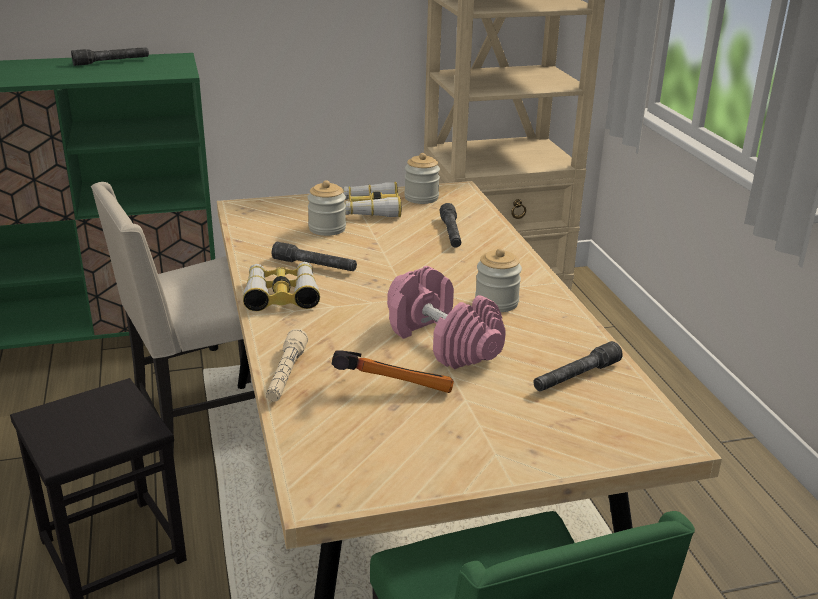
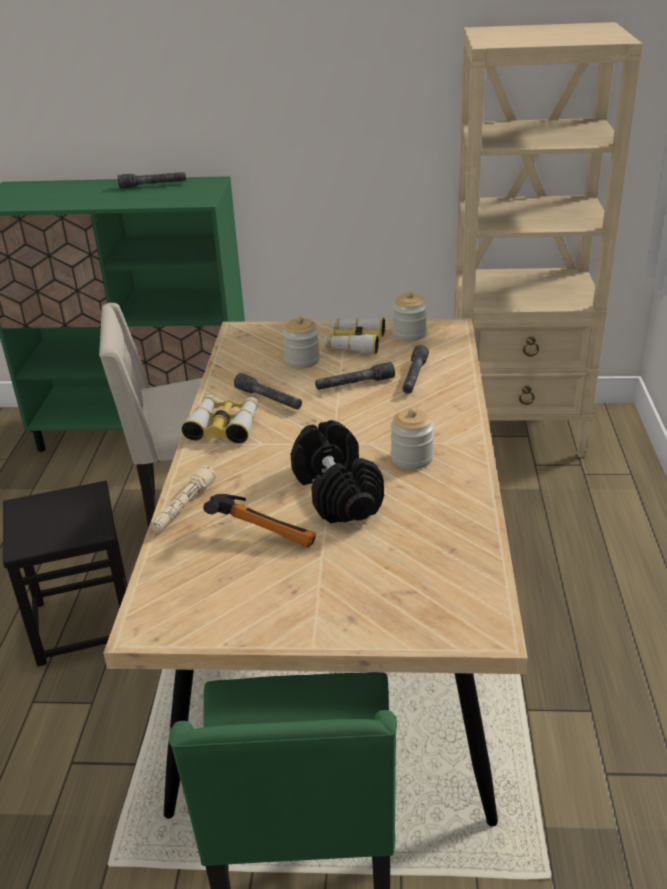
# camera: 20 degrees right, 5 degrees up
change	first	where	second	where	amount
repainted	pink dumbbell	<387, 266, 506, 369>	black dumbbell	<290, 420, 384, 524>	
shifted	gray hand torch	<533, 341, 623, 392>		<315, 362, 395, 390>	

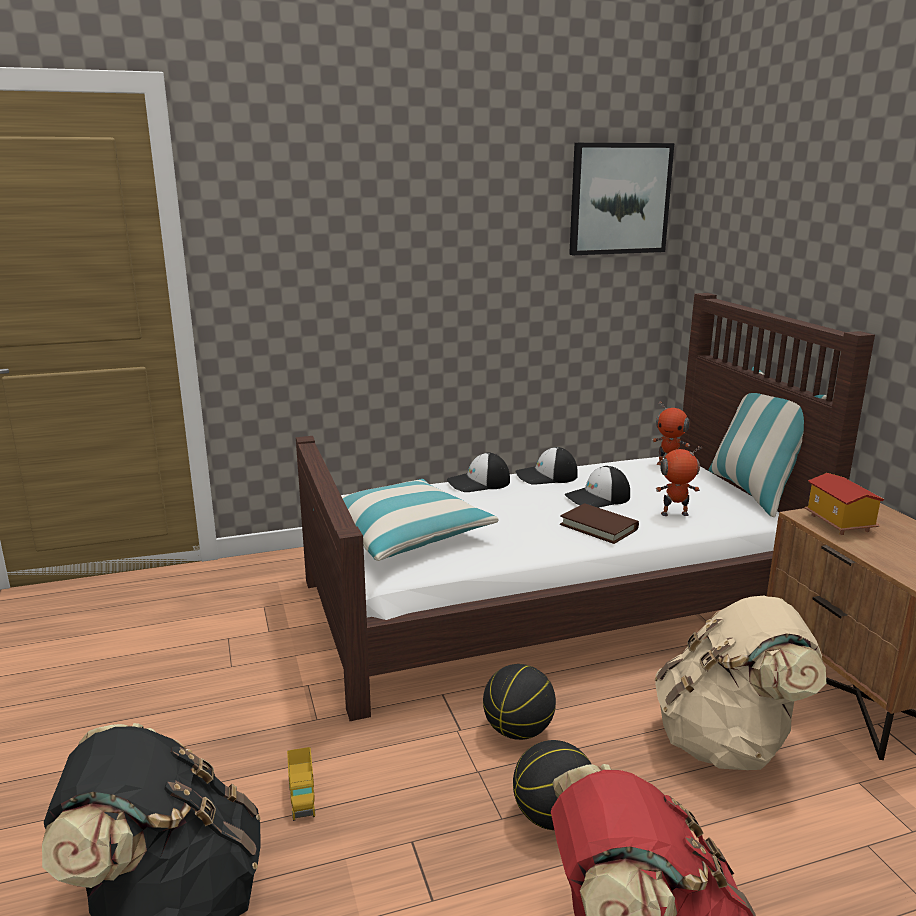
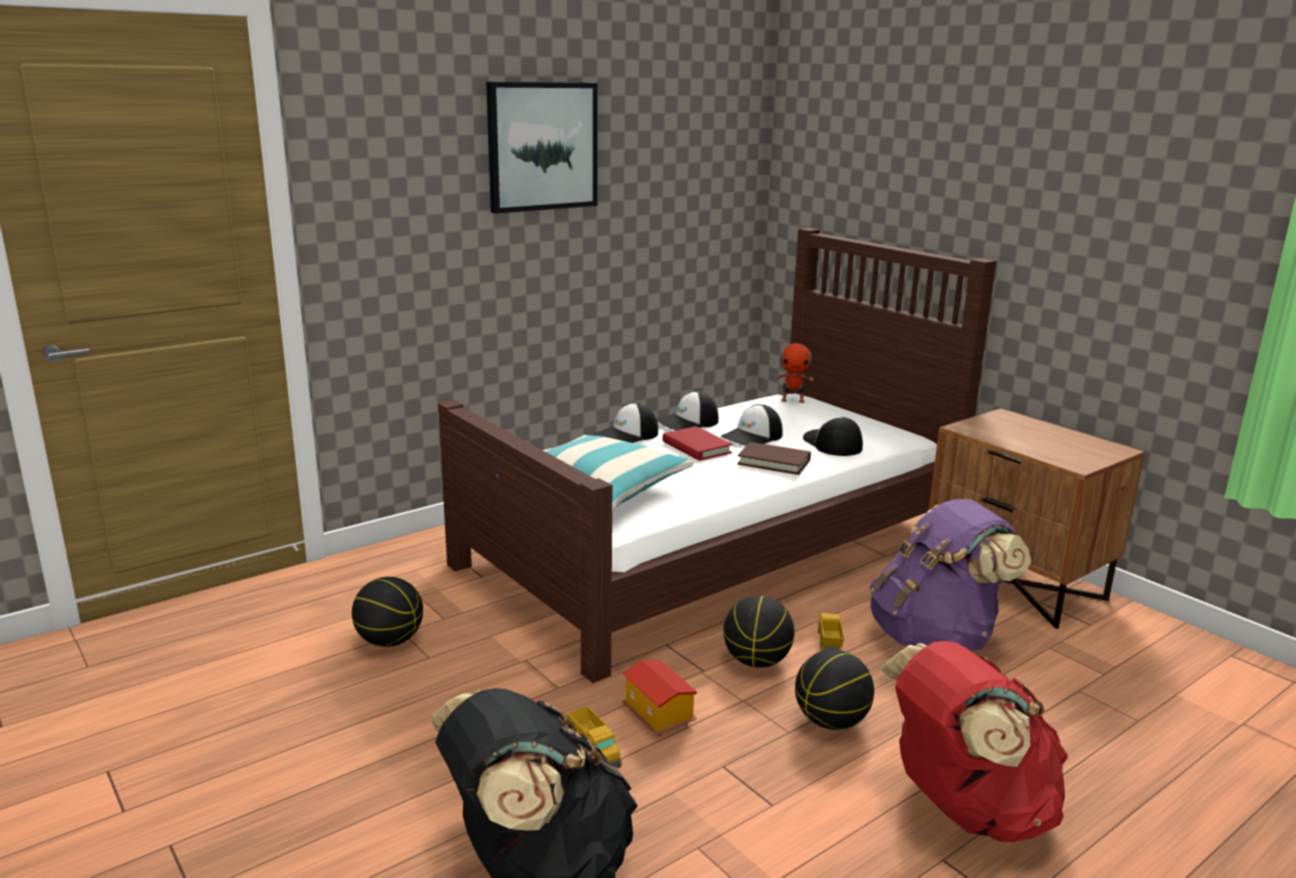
# camera: 20 degrees left, 0 degrees up
change	first	where	second	where	amount
new			basketball	<352, 577, 423, 647>	
shifted	picture	<569, 143, 674, 255>		<486, 82, 598, 214>	
shifted	model house	<805, 473, 884, 535>		<622, 660, 697, 737>	
new			red-coloured book	<662, 426, 733, 461>	
swapped	robot figure	<656, 446, 702, 516>	cap	<803, 417, 863, 456>	
new			model truck	<818, 613, 844, 651>	
repainted	beige backpack	<655, 596, 826, 770>	purple backpack	<869, 499, 1031, 651>	
gone	cushion	<708, 367, 827, 517>			

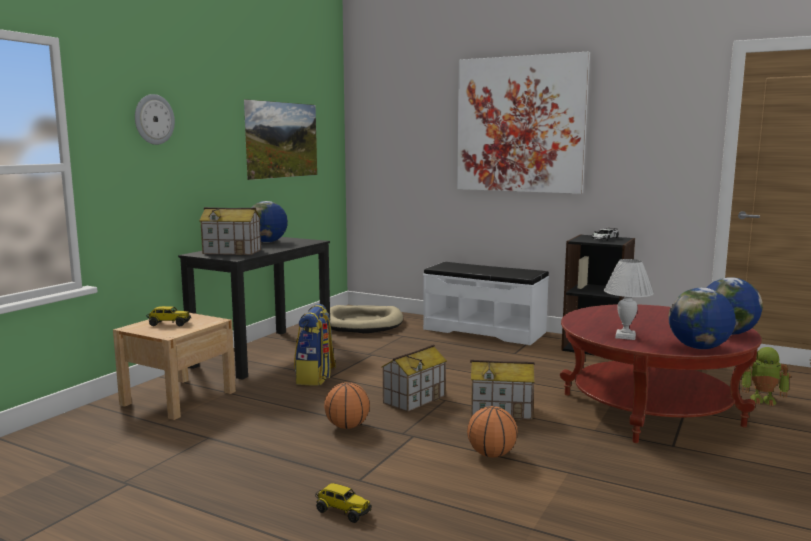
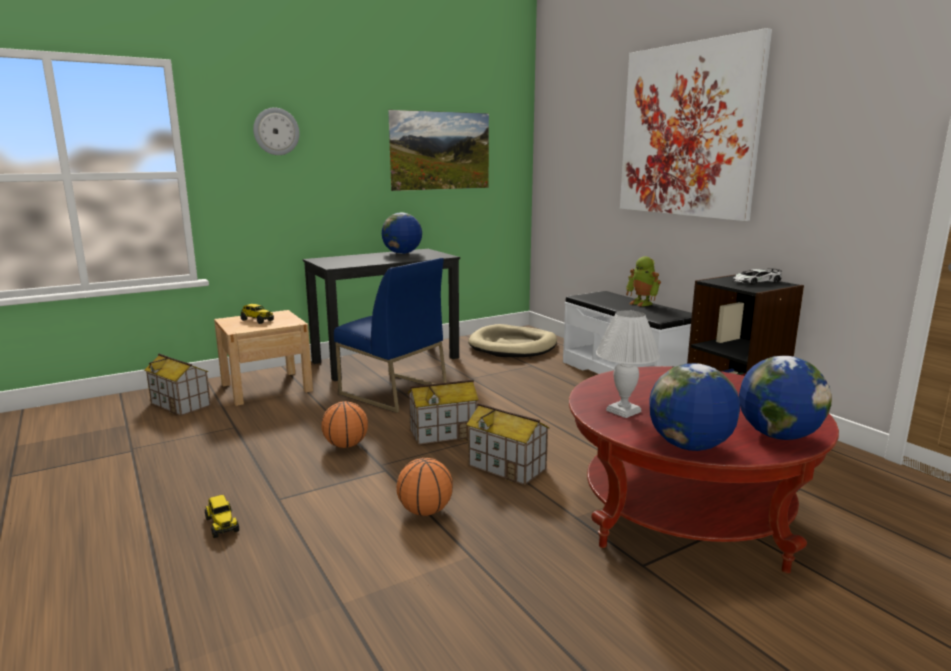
# camera: 30 degrees right, 5 degrees up
change	first	where	second	where	amount
shifted	model house	<199, 207, 261, 255>		<144, 354, 211, 416>	
swapped	backpack	<294, 304, 336, 386>	bluish plain chair	<334, 258, 447, 413>	
shifted	robot figure	<742, 347, 791, 406>		<626, 256, 661, 306>	

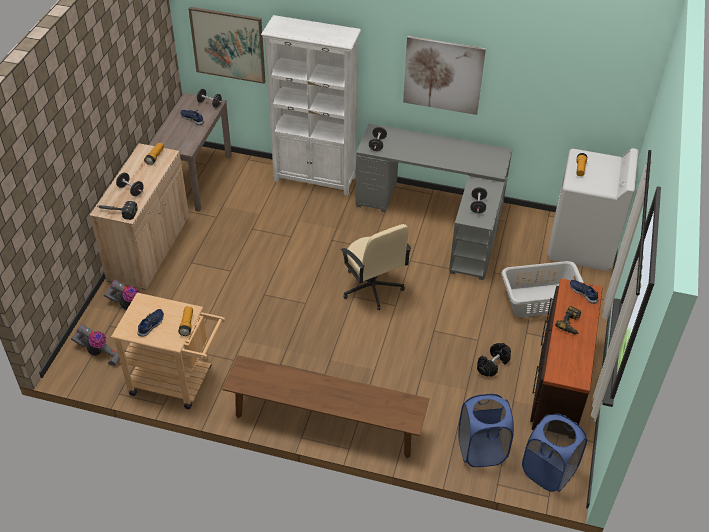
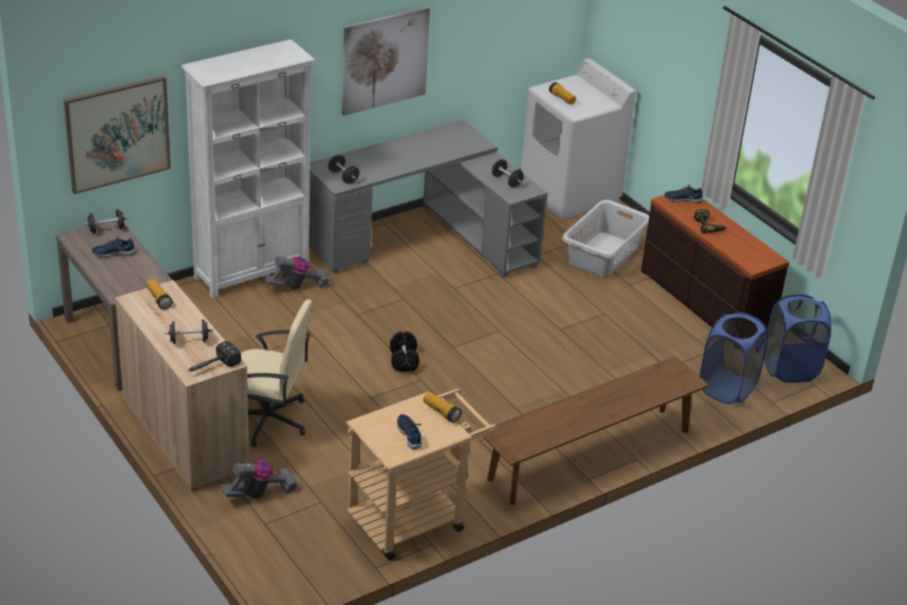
# camera: 50 degrees left, 10 degrees down
change	first	where	second	where	amount
shifted	beige desk chair	<341, 224, 411, 310>		<241, 299, 312, 447>	
shifted	vacuum cleaner	<71, 324, 126, 366>		<264, 256, 330, 290>	
shifted	black dumbbell	<477, 343, 511, 377>		<390, 331, 419, 372>	

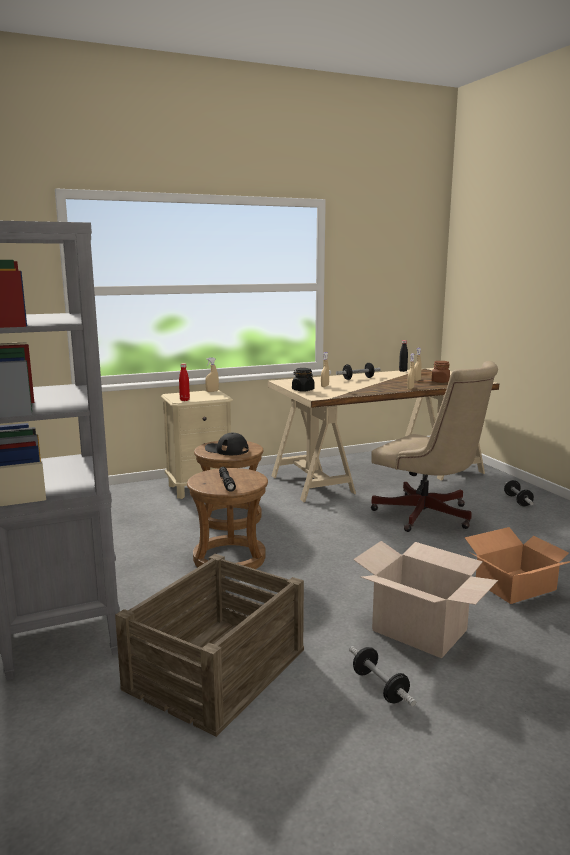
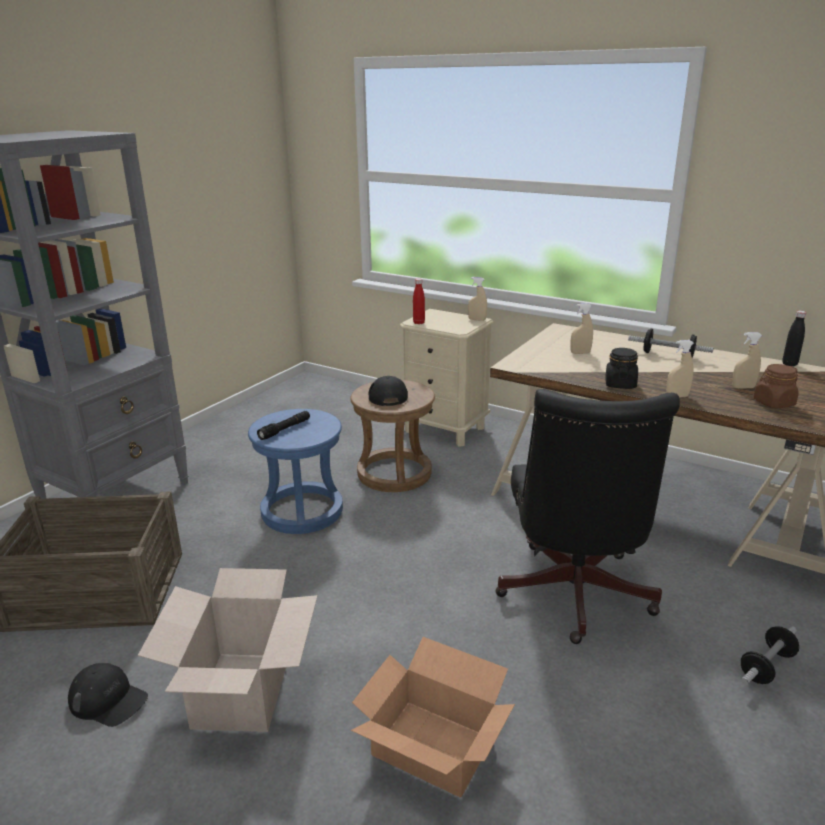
# camera: 55 degrees right, 10 degrees up
change	first	where	second	where	amount
swapped	dumbbell	<349, 646, 416, 706>	black cap	<68, 663, 148, 727>	
repainted	brown-coloured stool seat	<187, 468, 268, 569>	bluish stool seat	<248, 409, 343, 534>	
repainted	beige desk chair	<371, 361, 498, 532>	black desk chair	<495, 389, 680, 644>	
shifted	black storage jar	<292, 368, 315, 391>		<605, 348, 638, 389>	

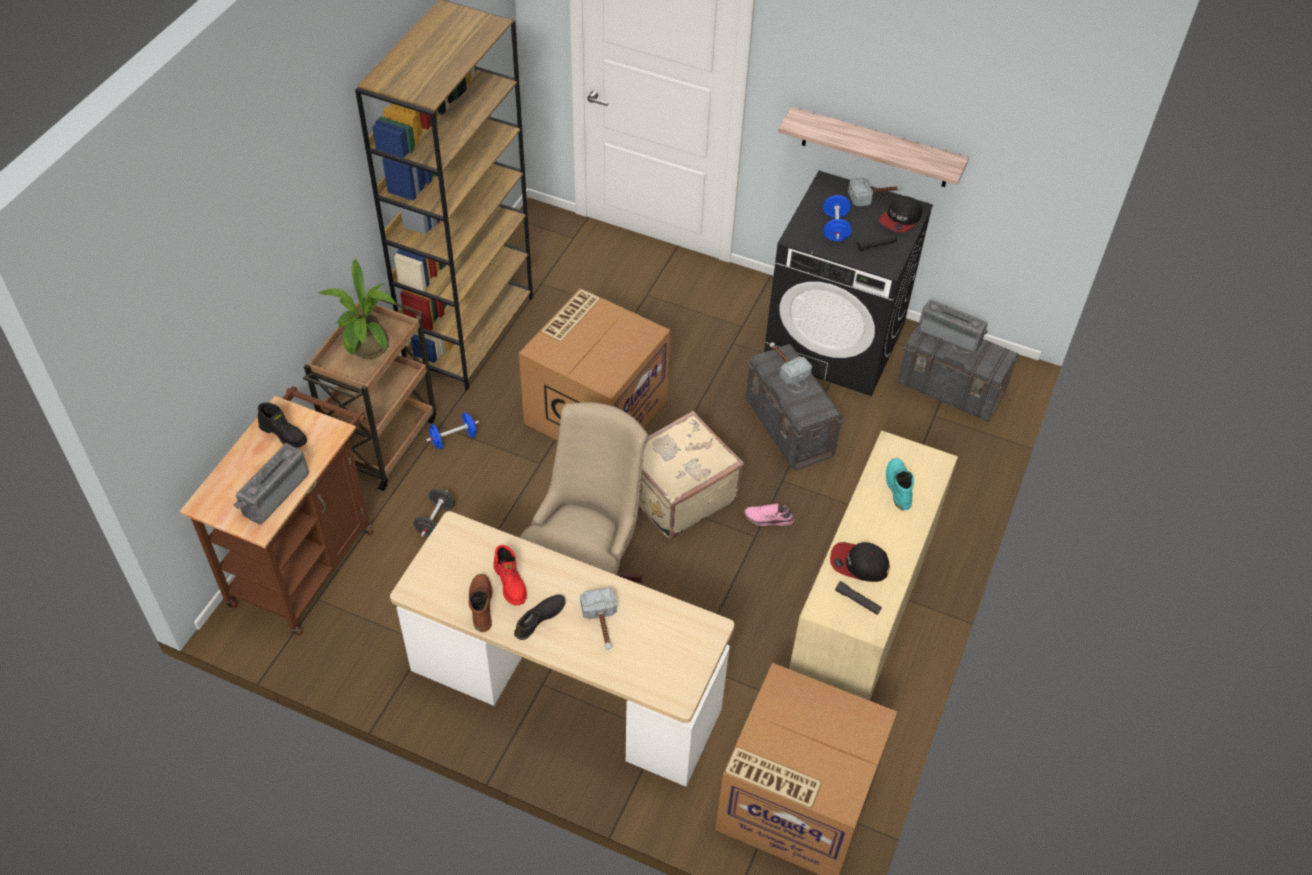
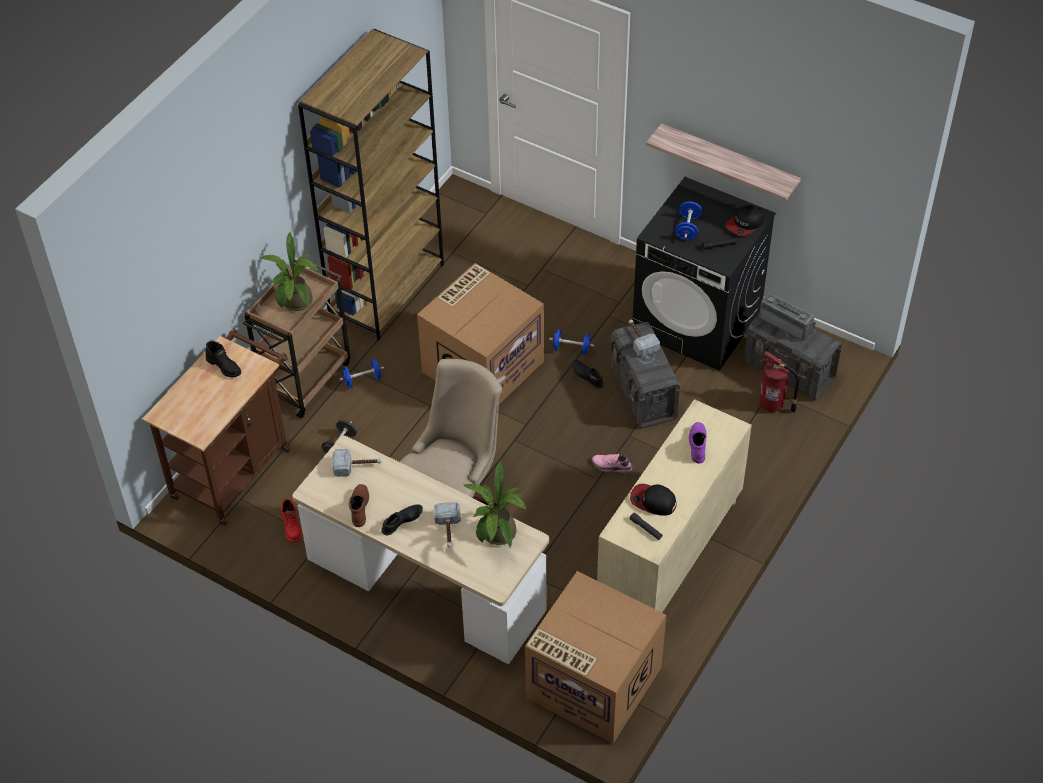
# camera: 10 degrees right, 0 degrees up
change	first	where	second	where	amount
shifted	red-coloured tall boot	<493, 545, 527, 605>		<281, 499, 302, 542>	
shifted	hammer	<848, 177, 902, 206>		<332, 449, 382, 477>	
new			plant in a pot	<464, 462, 527, 547>	
new			bluish dumbbell	<549, 329, 594, 355>	
new			black item of footwear	<572, 360, 603, 389>	
repainted	turquoise-coloured tall boot	<886, 458, 914, 510>	purple tall boot	<689, 422, 707, 464>	
new			extinguisher	<759, 351, 800, 413>	
gone	radio	<233, 443, 309, 524>			
gone	beige suitcase	<639, 411, 743, 539>			

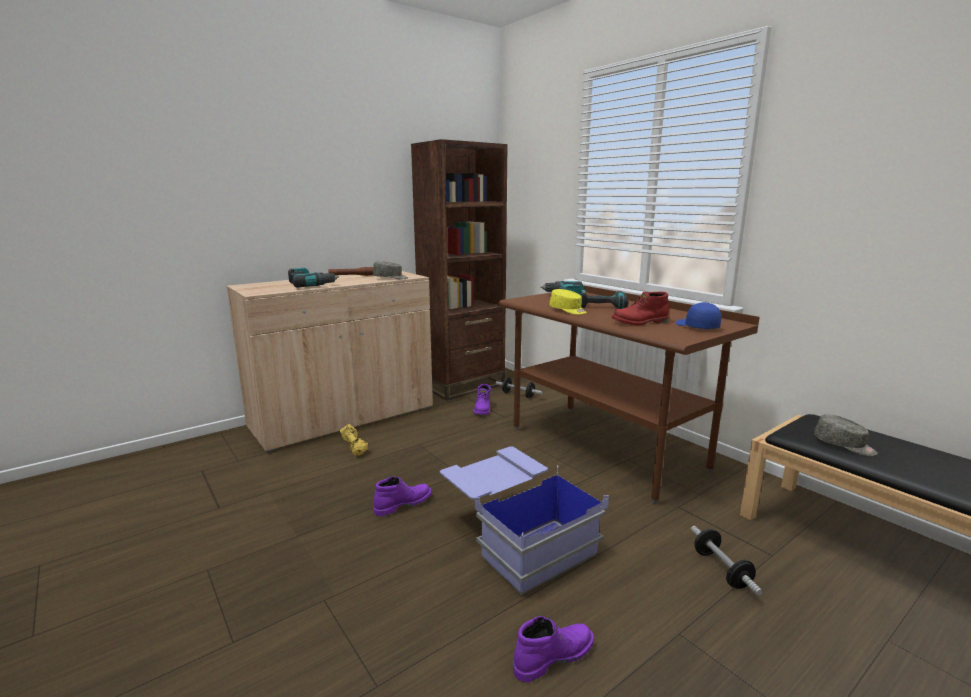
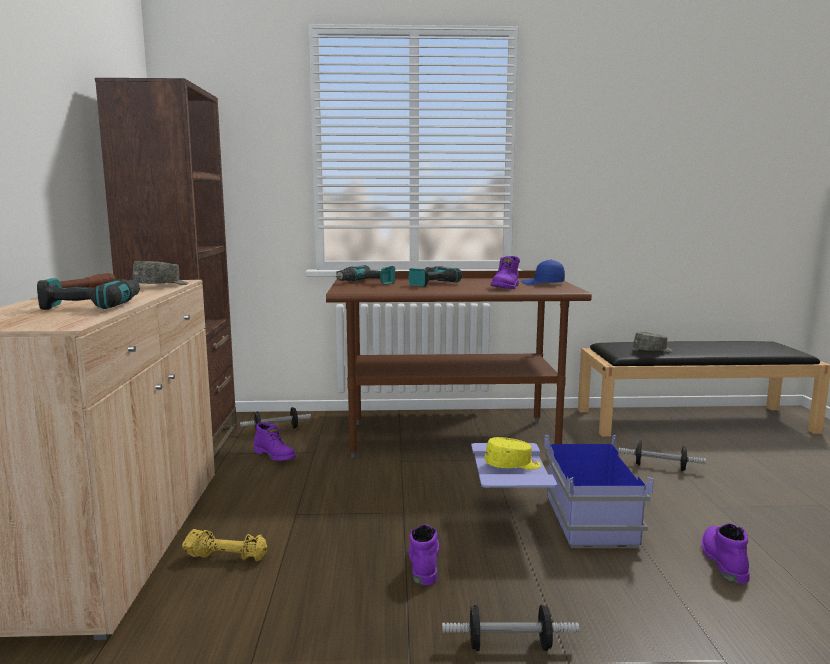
# camera: 55 degrees left, 5 degrees down
change	first	where	second	where	amount
new			dumbbell	<442, 605, 579, 651>	
shifted	yellow cap	<550, 289, 587, 315>		<485, 437, 541, 470>	
repainted	red-coloured tall boot	<612, 292, 669, 325>	purple tall boot	<491, 256, 520, 289>	

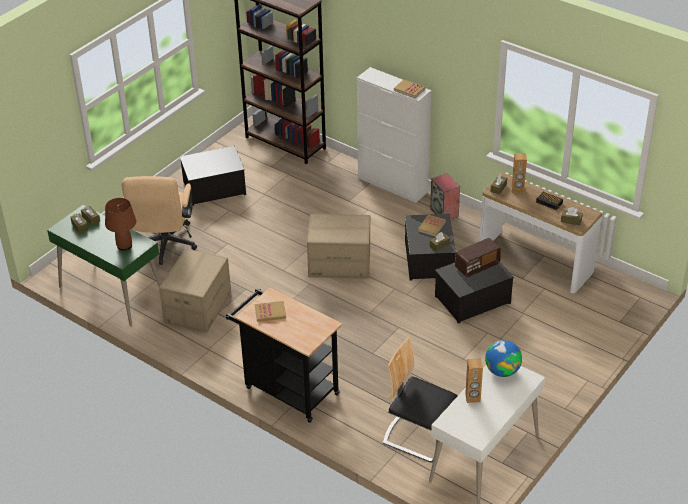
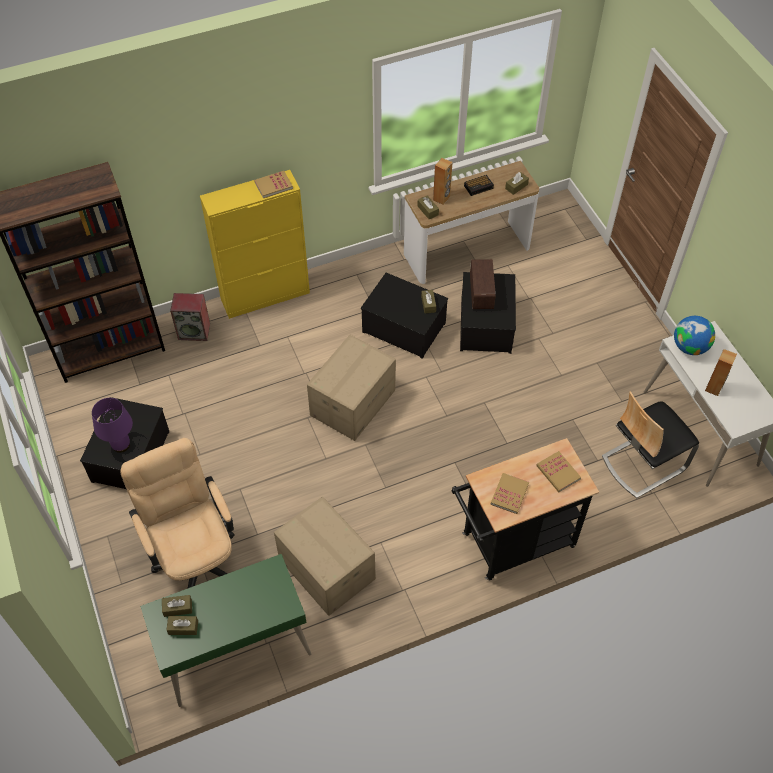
# camera: 60 degrees left, 15 degrees up
change	first	where	second	where	amount
new			purple tabletop lamp	<92, 398, 133, 453>	
rotated	beige desk chair	<122, 176, 197, 265>		<120, 438, 235, 589>	150 degrees counterclockwise
shifted	speaker	<430, 173, 460, 220>		<170, 293, 210, 341>	
repainted	white-coloured cupboard	<357, 67, 431, 203>	yellow cupboard	<200, 170, 310, 319>	
shifted	book	<418, 214, 446, 237>		<536, 451, 581, 492>	
gone	brown-coloured tabletop lamp	<105, 198, 136, 251>			

